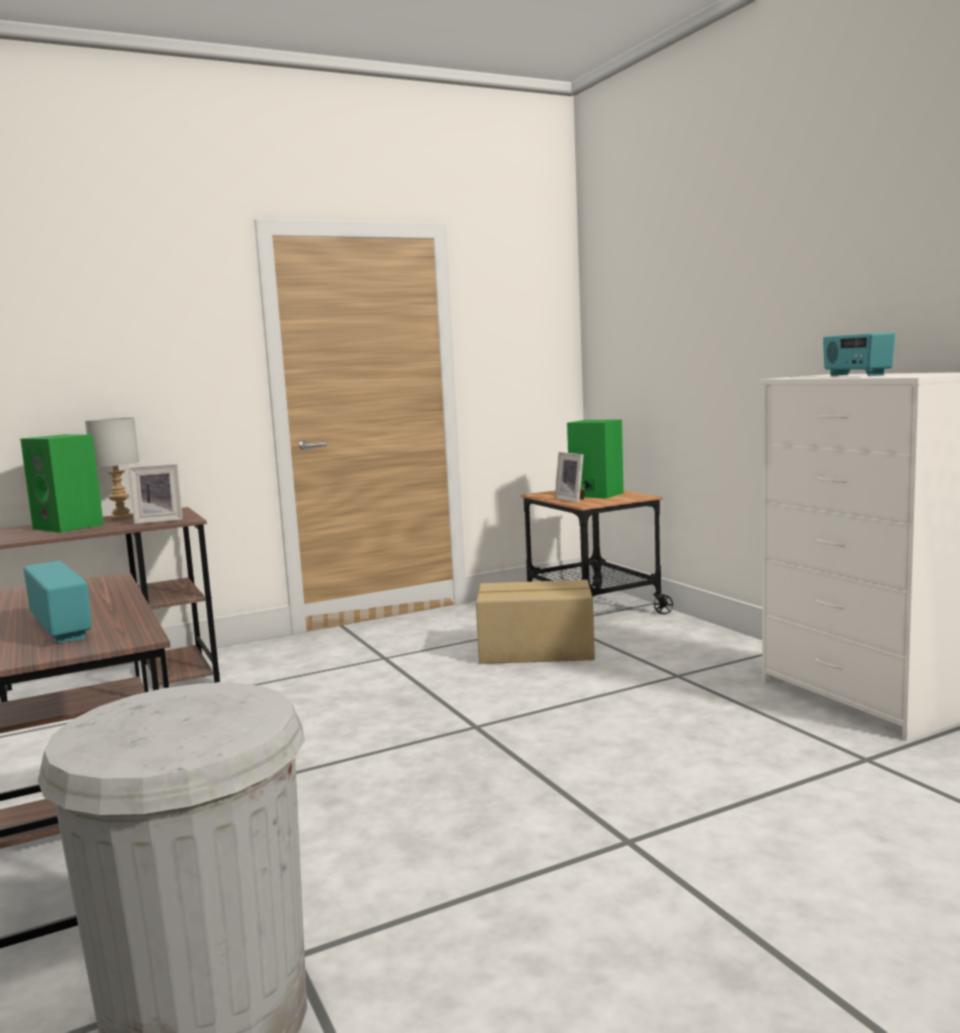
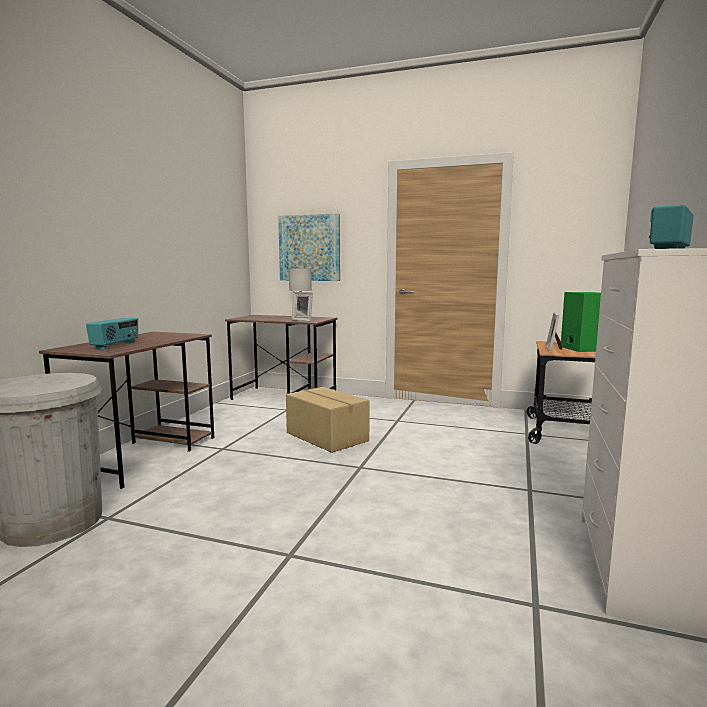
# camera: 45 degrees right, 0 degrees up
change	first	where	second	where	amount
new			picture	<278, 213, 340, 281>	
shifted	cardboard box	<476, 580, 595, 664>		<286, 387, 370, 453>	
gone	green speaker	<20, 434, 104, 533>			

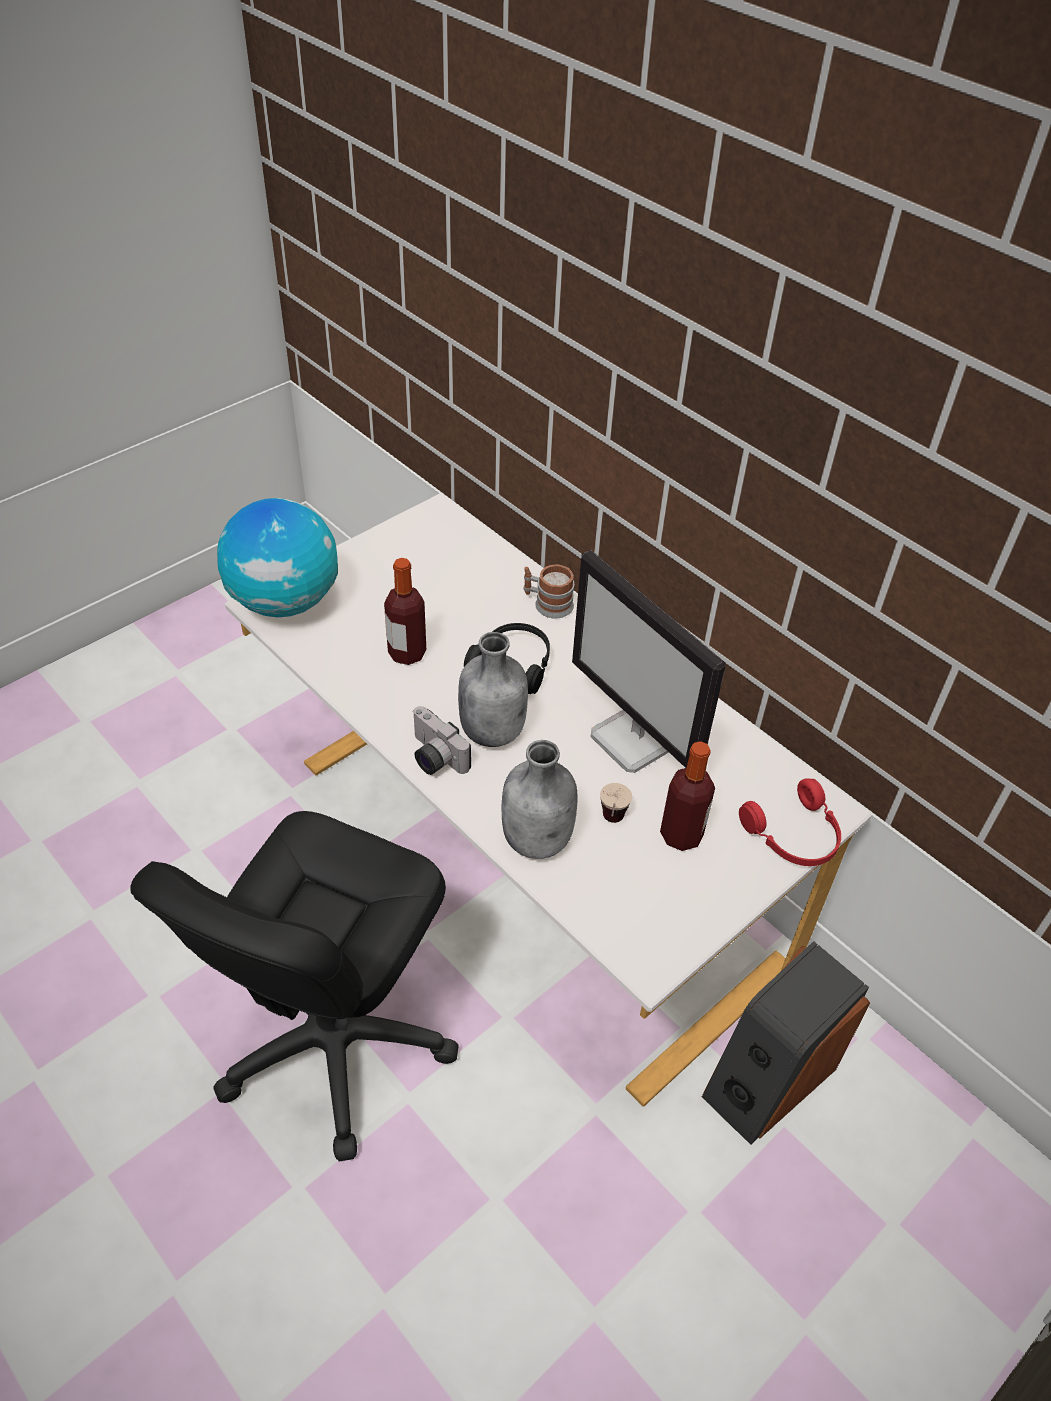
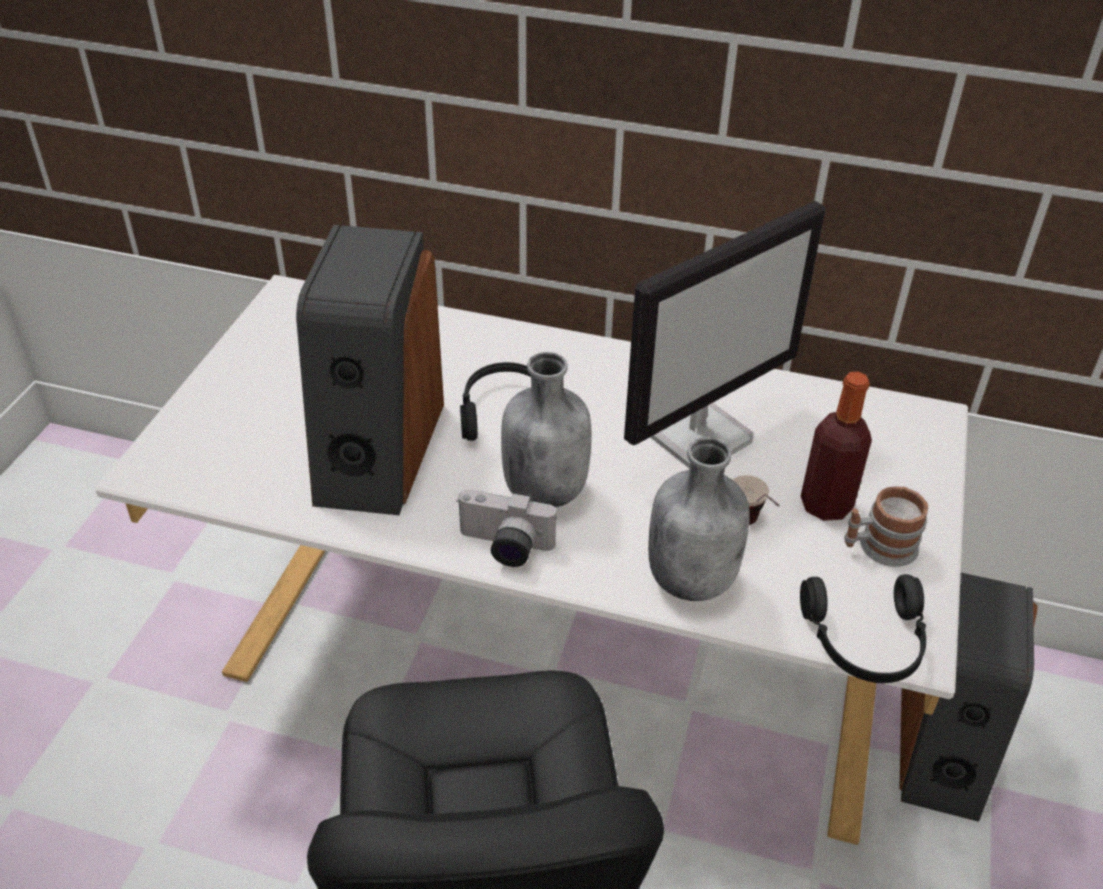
# camera: 30 degrees left, 5 degrees down
change	first	where	second	where	amount
swapped	beverage bottle	<384, 558, 426, 665>	speaker	<296, 225, 444, 515>	
rotated	computer display	<572, 550, 726, 773>		<624, 201, 825, 468>	60 degrees counterclockwise
new			black headset	<800, 574, 926, 683>	
shifted	mug	<524, 564, 574, 619>		<844, 486, 928, 567>	
gone	globe	<217, 498, 338, 617>			
gone	red-coloured headset	<739, 778, 841, 866>			

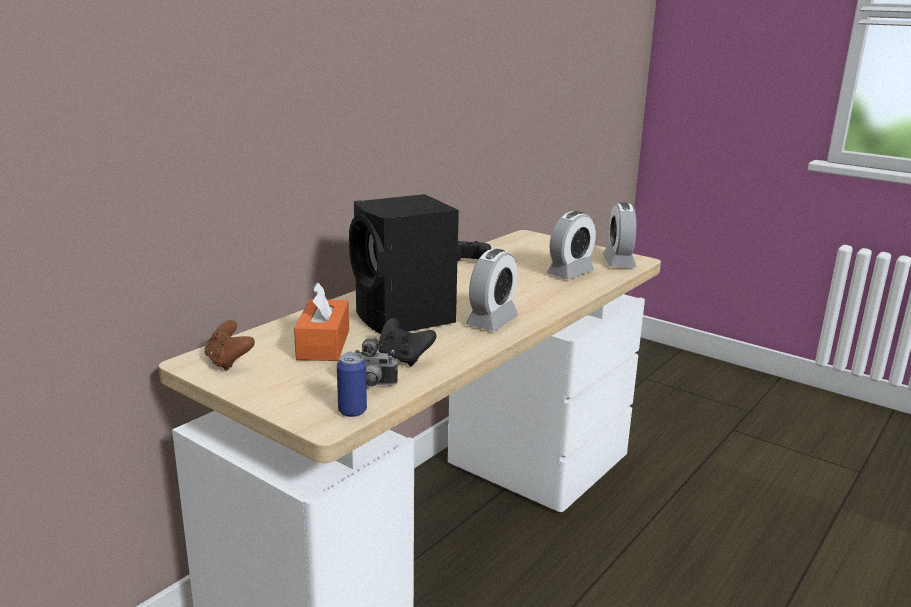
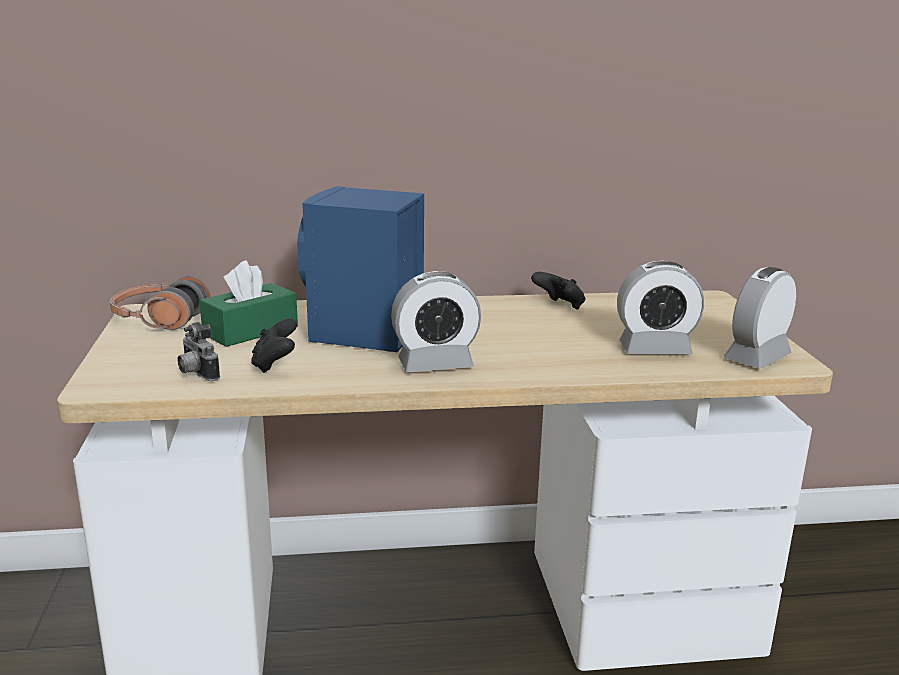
# camera: 45 degrees right, 0 degrees up
change	first	where	second	where	amount
swapped	brown-coloured gamepad	<205, 320, 255, 371>	headset	<110, 276, 210, 330>	
repainted	orange-coloured tissue box	<294, 282, 349, 361>	green tissue box	<199, 260, 298, 347>	
repainted	black speaker	<349, 194, 459, 334>	bluish speaker	<297, 186, 424, 352>	
gone	metal can	<337, 352, 367, 417>			

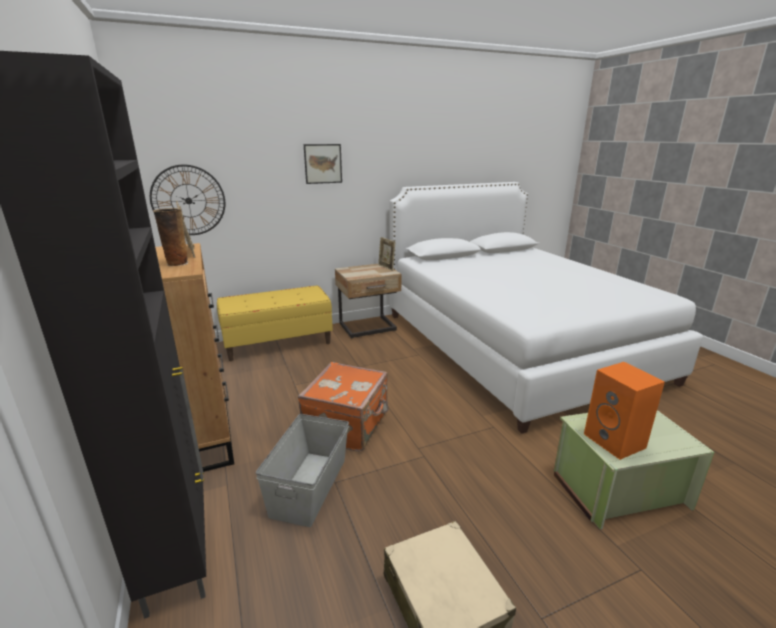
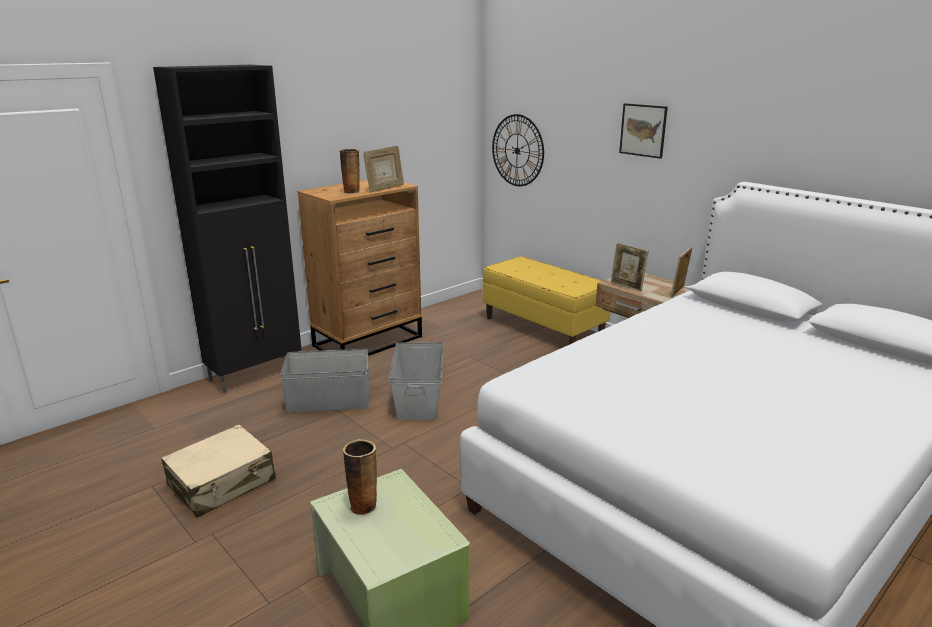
# camera: 70 degrees right, 0 degrees up
change	first	where	second	where	amount
swapped	orange-coloured speaker	<584, 362, 665, 460>	decorative vase	<342, 439, 377, 516>	
swapped	orange-coloured suitcase	<298, 362, 388, 452>	gray storage box	<389, 342, 444, 420>	
new			picture frame	<610, 242, 649, 292>	

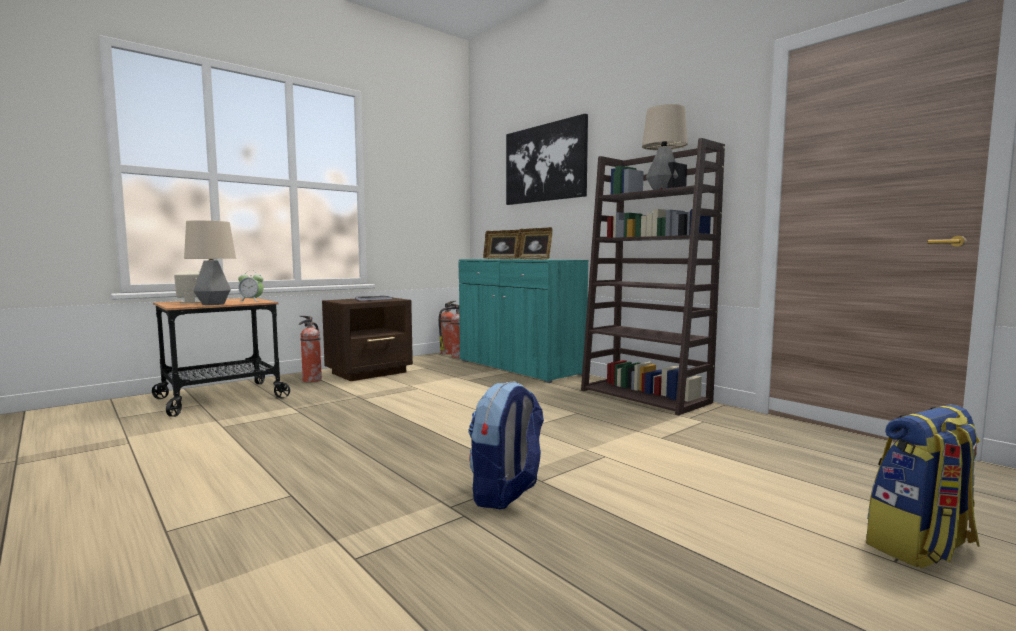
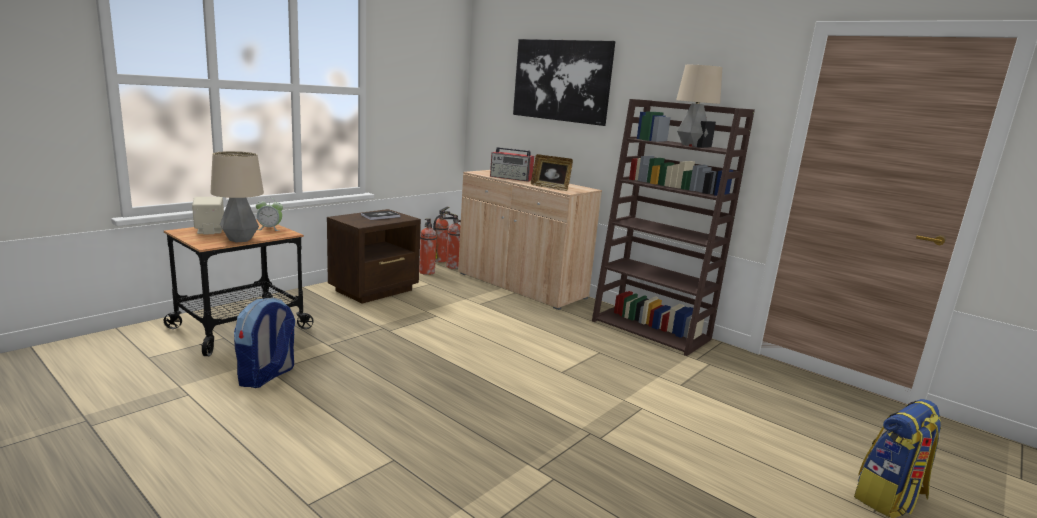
# camera: 10 degrees left, 10 degrees up
change	first	where	second	where	amount
shifted	backpack	<468, 381, 544, 509>		<234, 297, 295, 388>	
shifted	extinguisher	<299, 316, 322, 382>		<419, 218, 437, 275>	
repainted	turquoise-coloured cupboard	<459, 259, 588, 383>	beige cupboard	<458, 170, 602, 310>	
swapped	picture frame	<483, 230, 519, 259>	radio	<490, 147, 534, 182>	

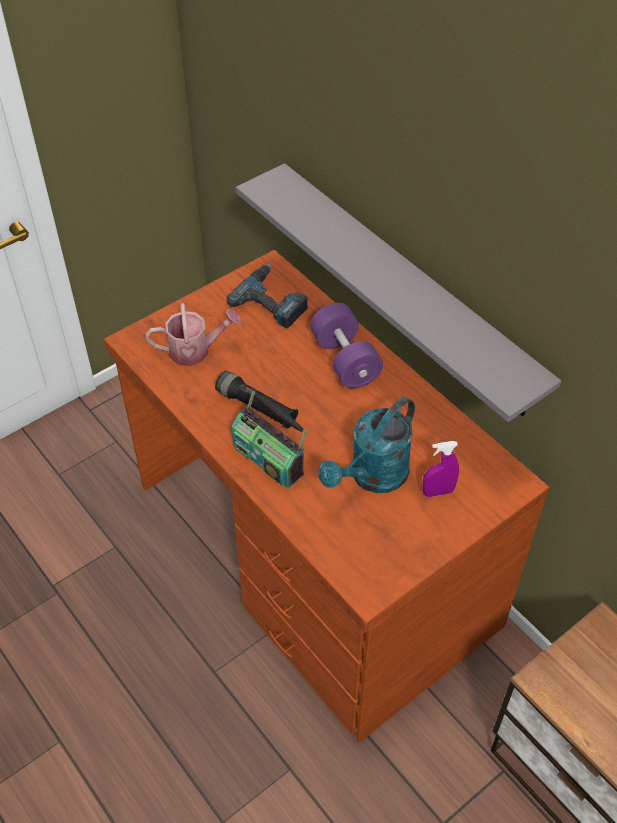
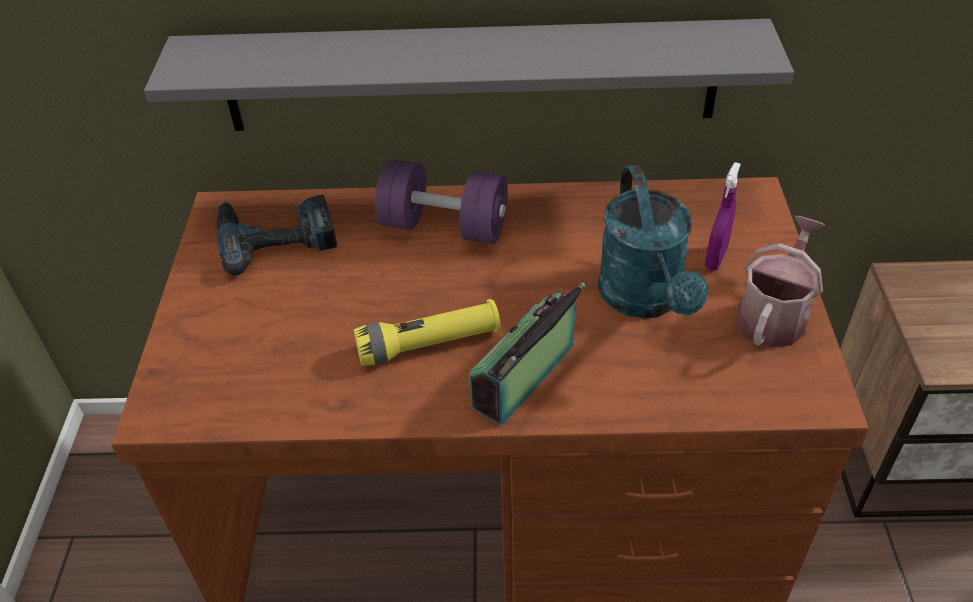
# camera: 50 degrees left, 5 degrees down
change	first	where	second	where	amount
repainted	black hand torch	<215, 371, 298, 428>	yellow hand torch	<353, 299, 501, 366>	
rotated	radio	<231, 391, 307, 488>		<469, 282, 586, 426>	135 degrees clockwise
shifted	watering can	<146, 303, 241, 366>		<737, 216, 825, 348>	

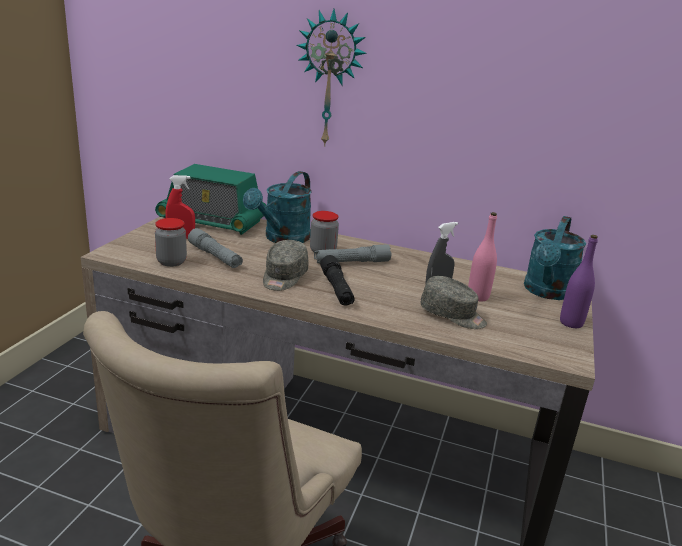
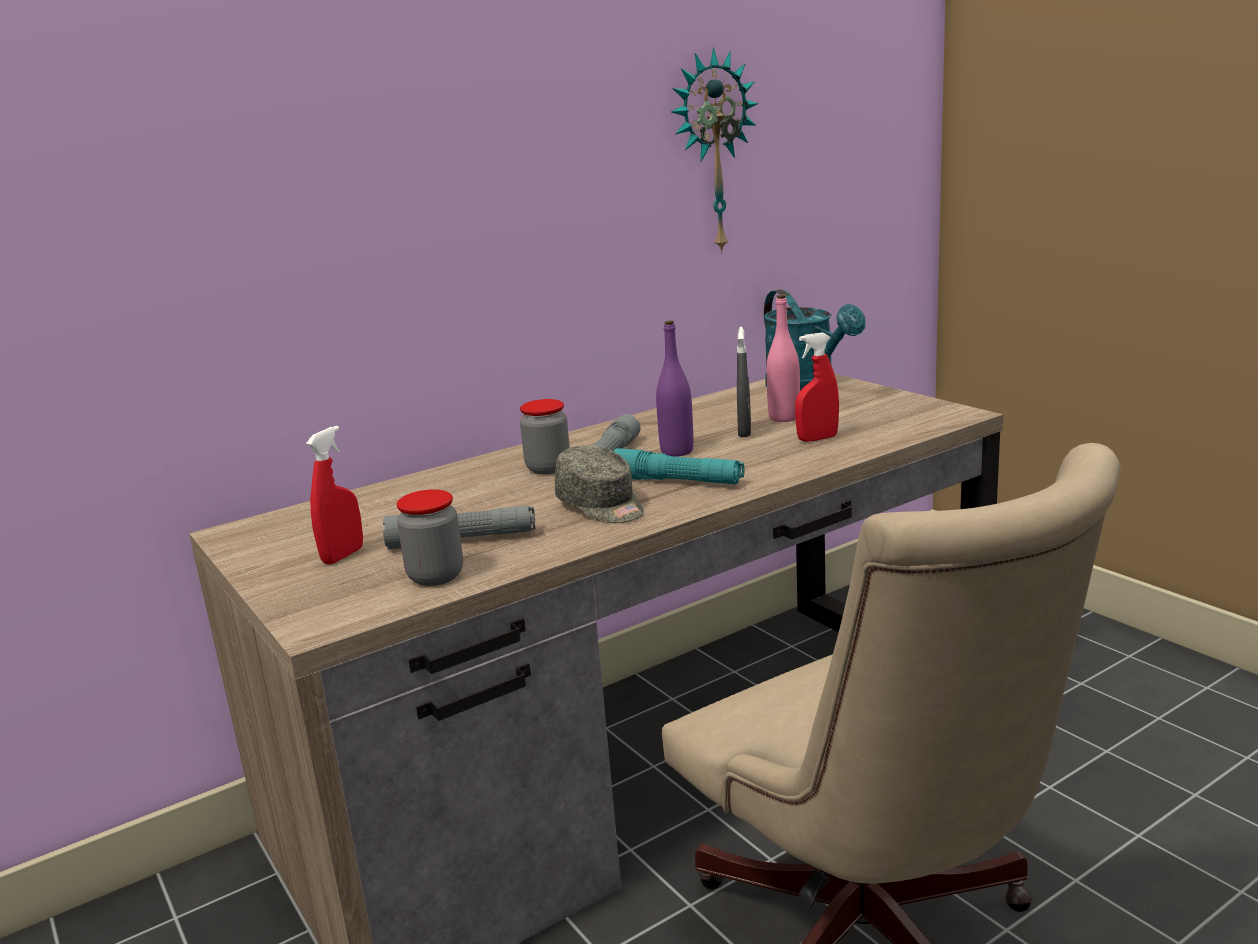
# camera: 50 degrees left, 5 degrees down
change	first	where	second	where	amount
repainted	black hand torch	<320, 255, 355, 306>	turquoise-coloured hand torch	<614, 448, 745, 484>	
shifted	purple beverage bottle	<560, 235, 598, 328>		<656, 320, 693, 457>	
shifted	hanging clock	<296, 9, 367, 147>		<671, 47, 758, 254>	
swapped	gray cap	<420, 276, 487, 329>	red-coloured hand sprayer	<795, 332, 839, 442>	
gone	radio	<155, 164, 267, 235>			
gone	turquoise-coloured watering can	<243, 171, 312, 243>			

